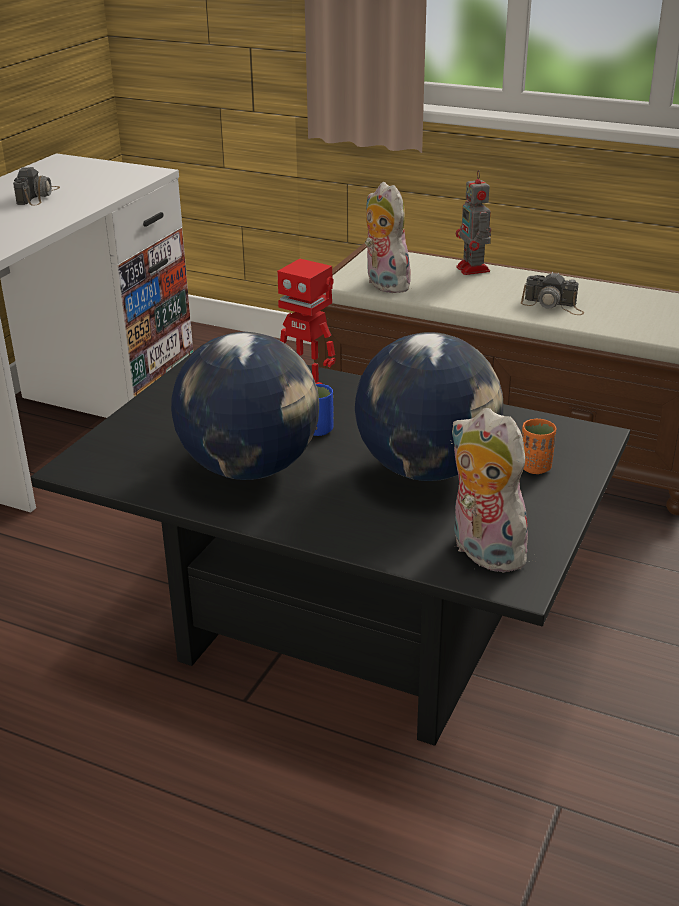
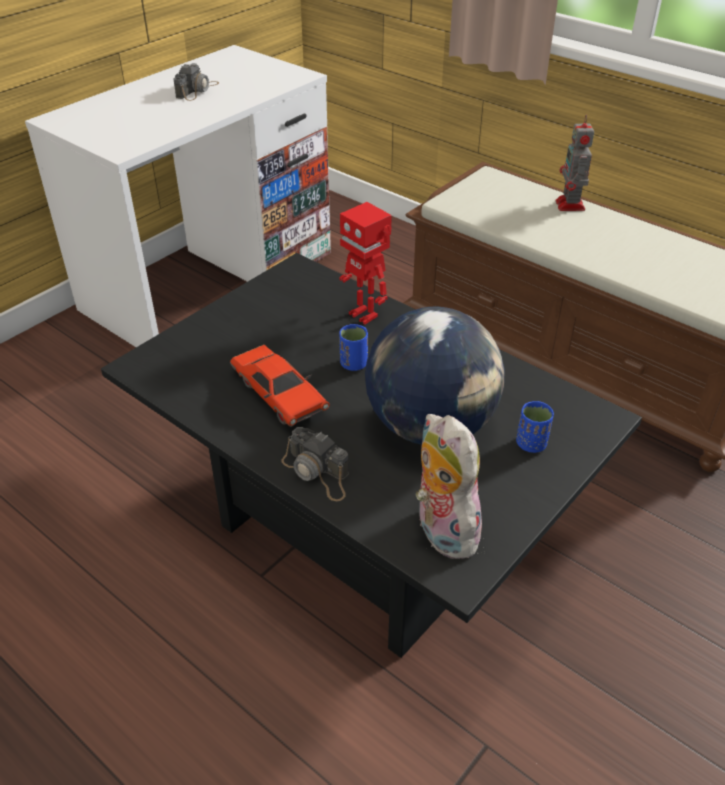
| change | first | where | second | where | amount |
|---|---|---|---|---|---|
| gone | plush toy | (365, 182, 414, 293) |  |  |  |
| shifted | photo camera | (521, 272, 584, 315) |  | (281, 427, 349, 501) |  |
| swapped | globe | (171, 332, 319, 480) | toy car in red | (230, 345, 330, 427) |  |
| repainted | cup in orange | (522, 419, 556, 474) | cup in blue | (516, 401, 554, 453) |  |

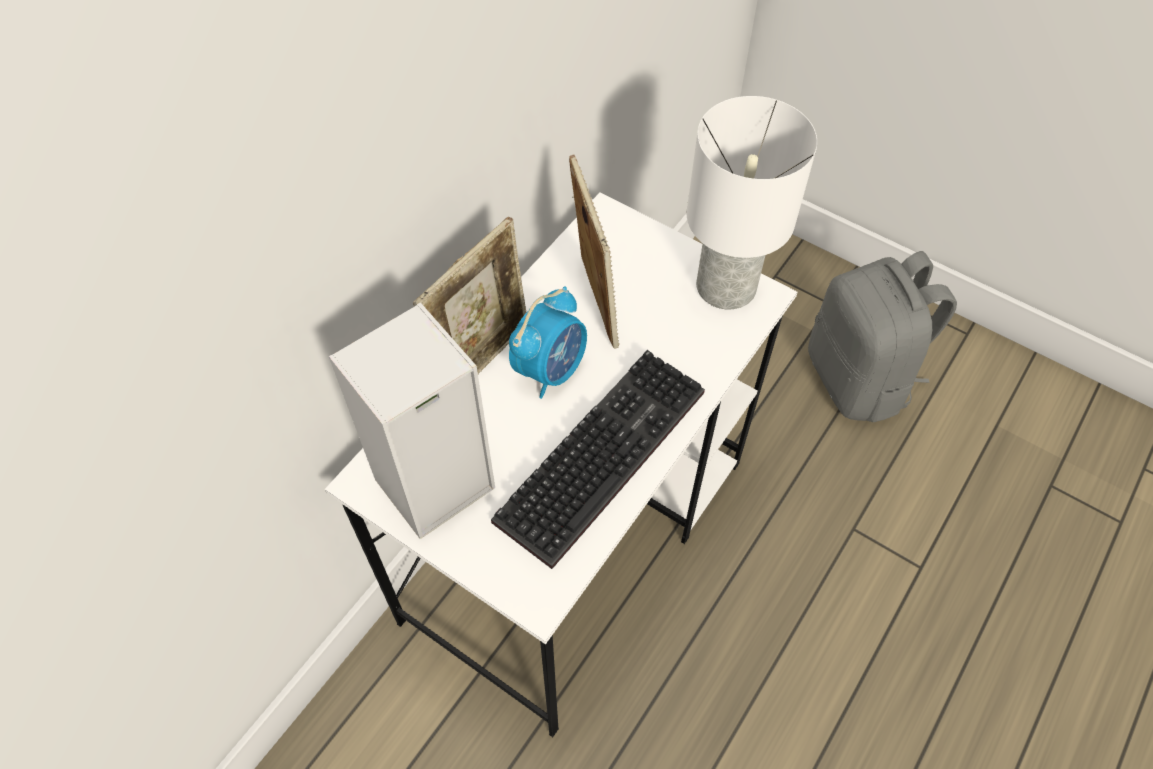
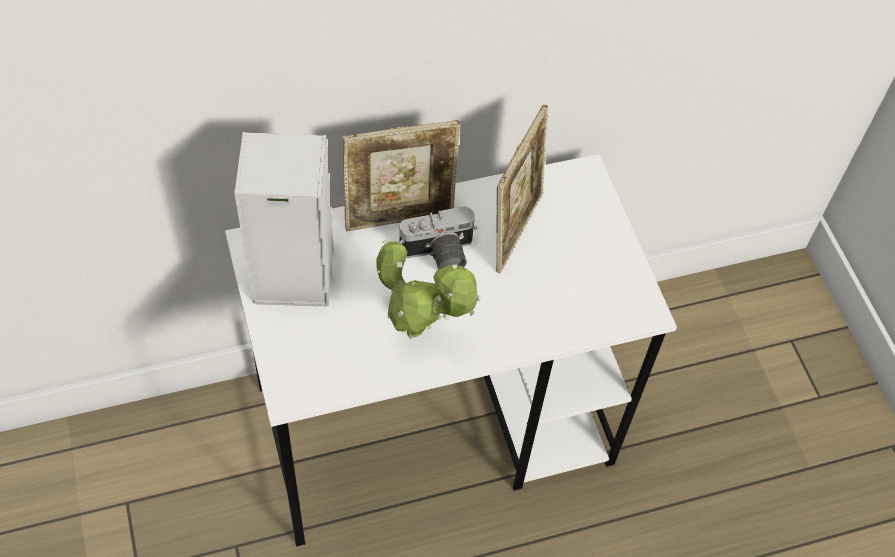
| change | first | where | second | where | amount |
|---|---|---|---|---|---|
| gone | table lamp in white | (687, 96, 817, 309) |  |  |  |
| gone | backpack in grey | (808, 251, 957, 422) |  |  |  |
| swapped | keyboard | (491, 350, 705, 569) | potted plant | (376, 239, 481, 339) |  |
| swapped | alarm clock | (509, 287, 587, 399) | photo camera | (399, 206, 477, 270) |  |

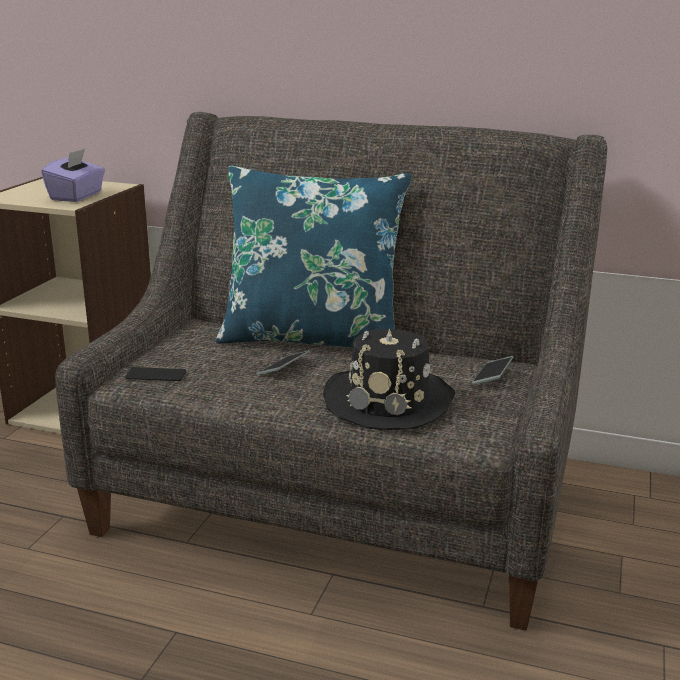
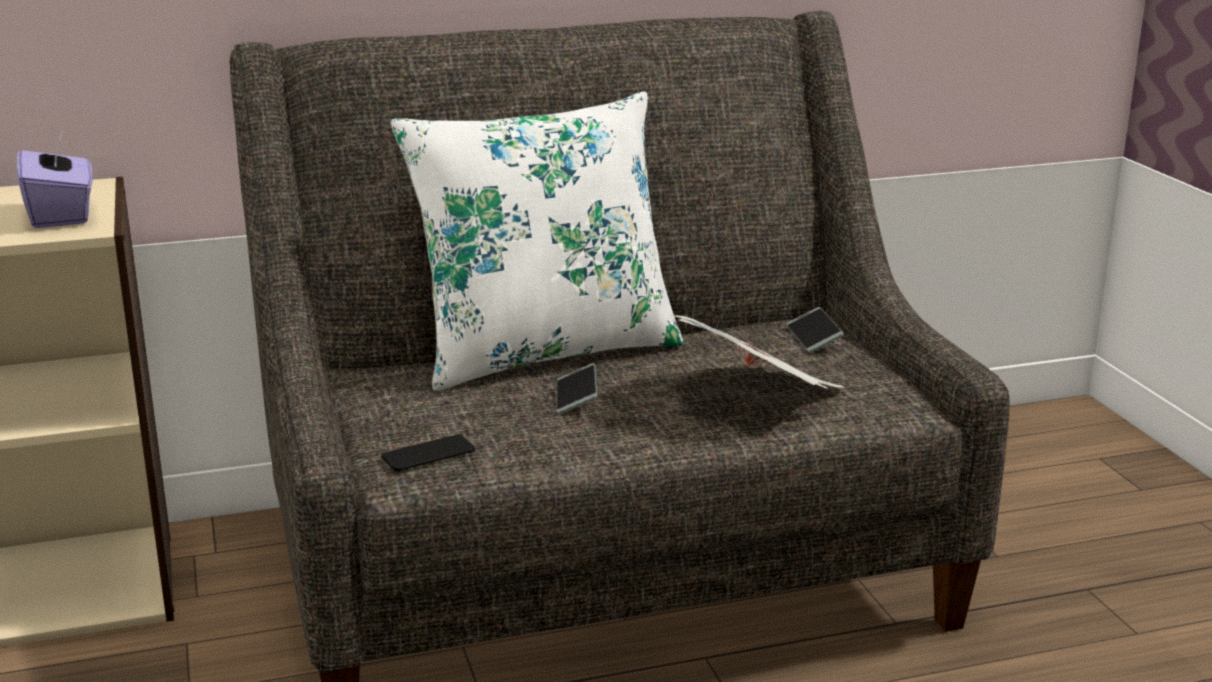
| change | first | where | second | where | amount |
|---|---|---|---|---|---|
| swapped | hat in black | (323, 329, 455, 430) | newspaper | (672, 315, 844, 389) |  |
| repainted | pillow in blue | (216, 166, 412, 348) | pillow in white | (391, 92, 684, 391) |  |

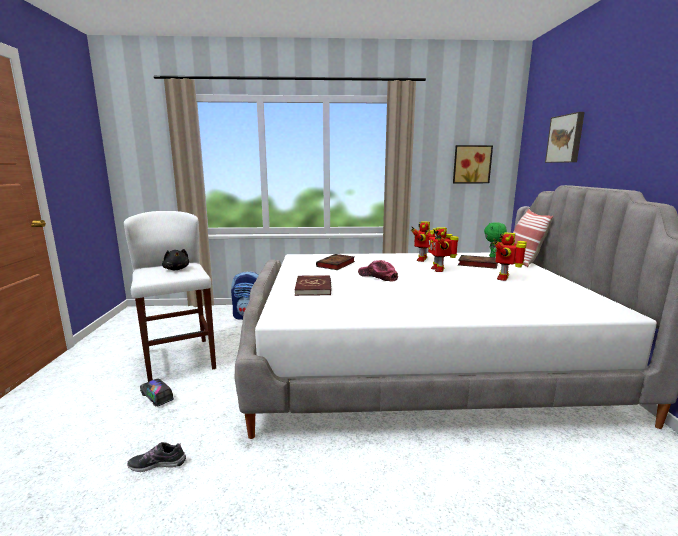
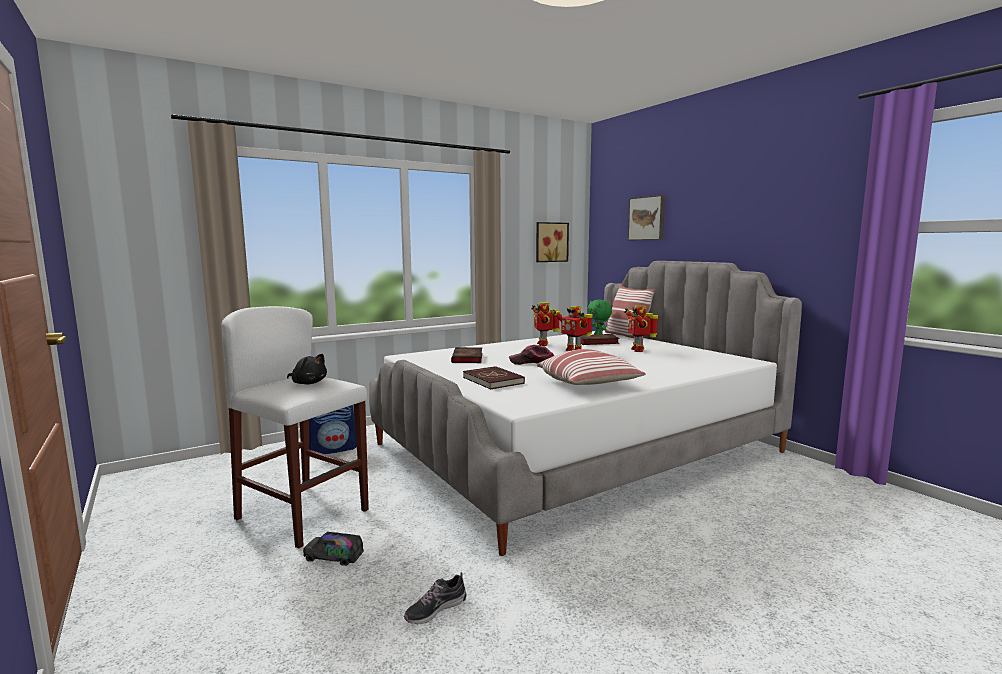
| change | first | where | second | where | amount |
|---|---|---|---|---|---|
| new |  |  | pillow | (537, 349, 646, 385) |  |

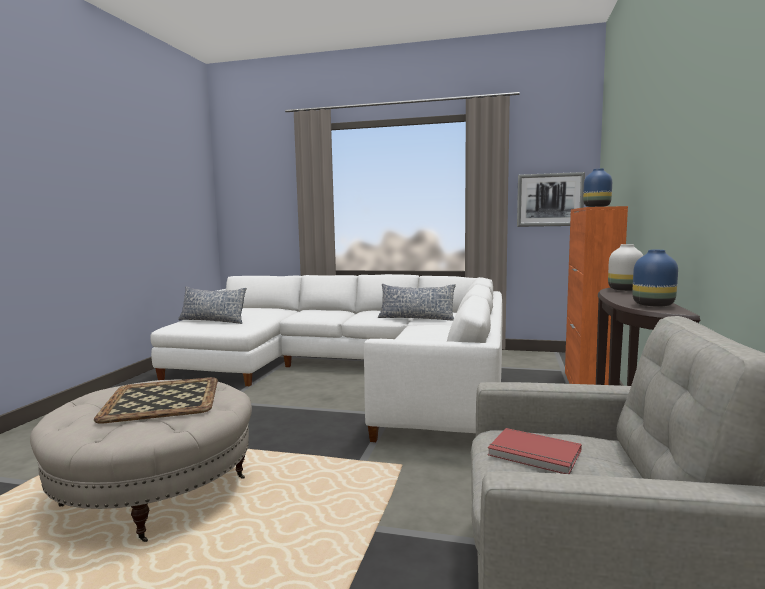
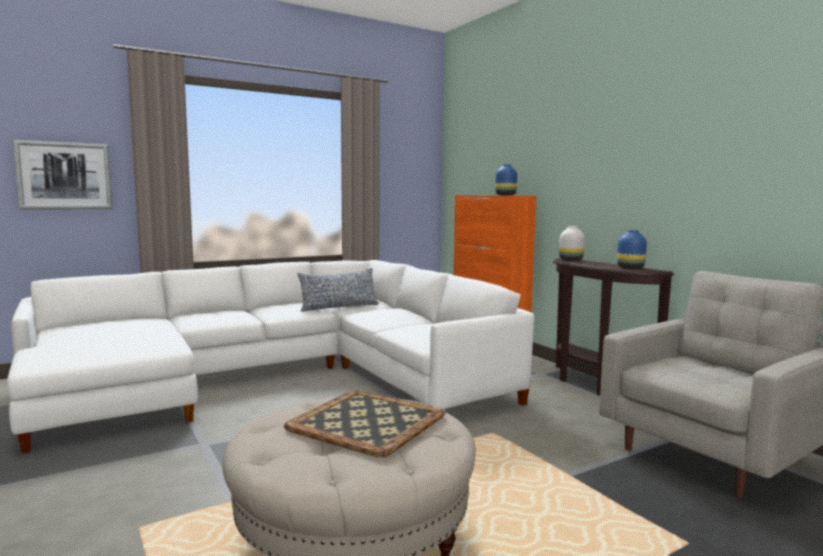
| change | first | where | second | where | amount |
|---|---|---|---|---|---|
| gone | pillow | (178, 286, 247, 324) |  |  |  |
| gone | book in red | (488, 428, 582, 474) |  |  |  |
| shifted | picture | (517, 172, 585, 227) |  | (13, 140, 113, 210) |  |

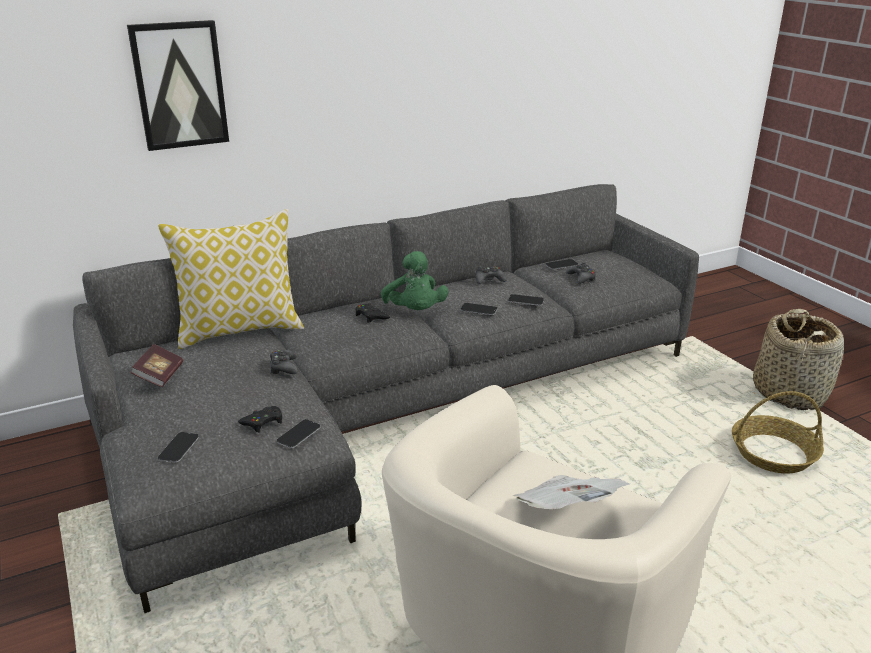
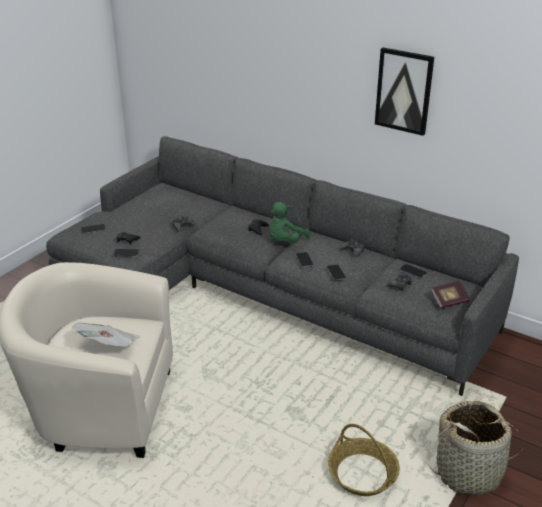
| change | first | where | second | where | amount |
|---|---|---|---|---|---|
| gone | pillow | (158, 209, 304, 349) |  |  |  |
| shifted | picture | (127, 20, 229, 151) |  | (375, 47, 434, 136) |  |
| shifted | book | (131, 344, 183, 387) |  | (431, 281, 470, 309) |  |

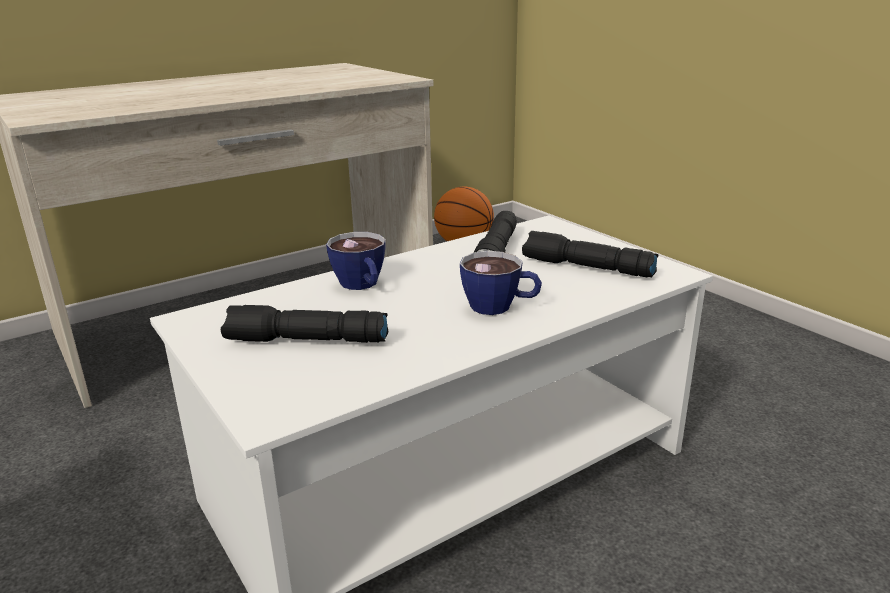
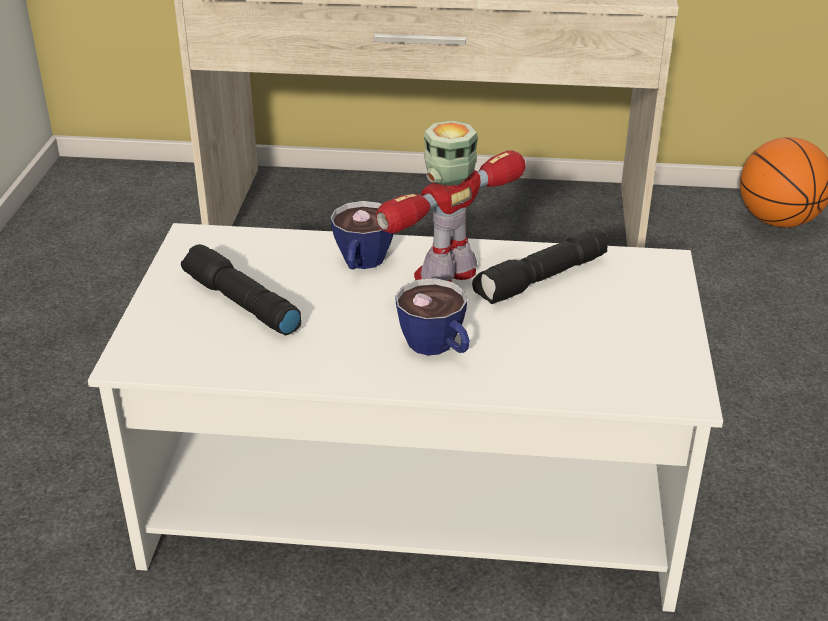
| change | first | where | second | where | amount |
|---|---|---|---|---|---|
| gone | flashlight in black | (522, 231, 658, 277) |  |  |  |
| new |  |  | toy robot | (376, 121, 526, 282) |  |

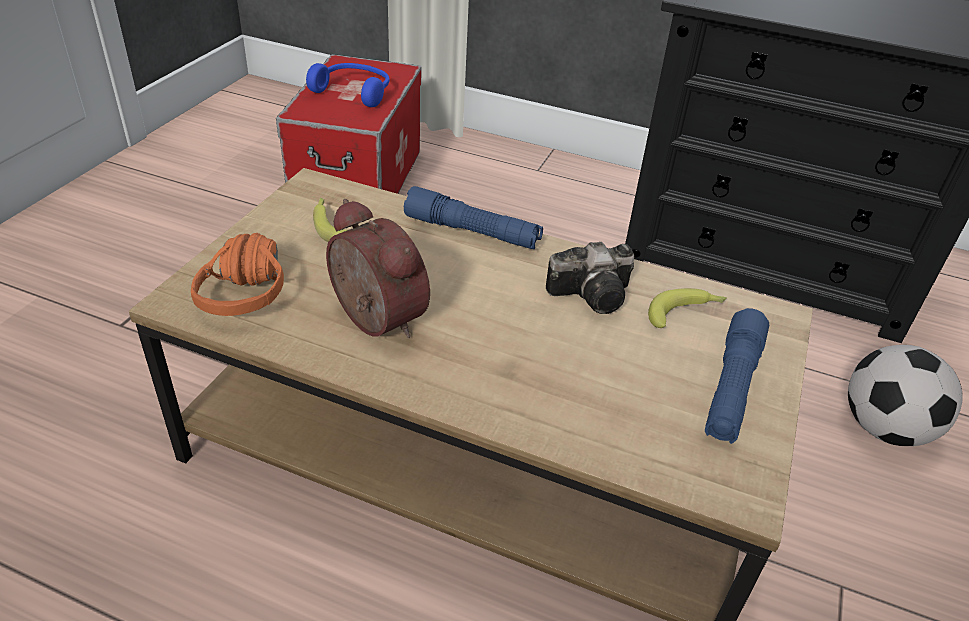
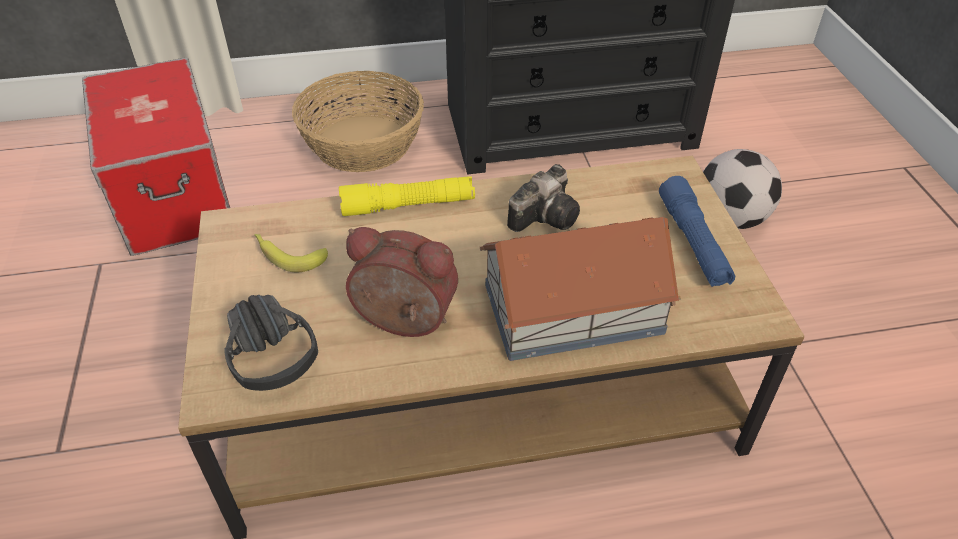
| change | first | where | second | where | amount |
|---|---|---|---|---|---|
| gone | headphones in blue | (306, 63, 389, 107) |  |  |  |
| gone | banana | (648, 288, 727, 328) |  |  |  |
| new |  |  | basket | (292, 71, 424, 172) |  |
| new |  |  | toy house | (480, 217, 681, 361) |  |
| repainted | headphones in orange | (191, 233, 284, 316) | headphones in black | (224, 295, 318, 391) |  |
| repainted | flashlight in blue | (404, 186, 543, 249) | flashlight in yellow | (339, 176, 475, 216) |  |

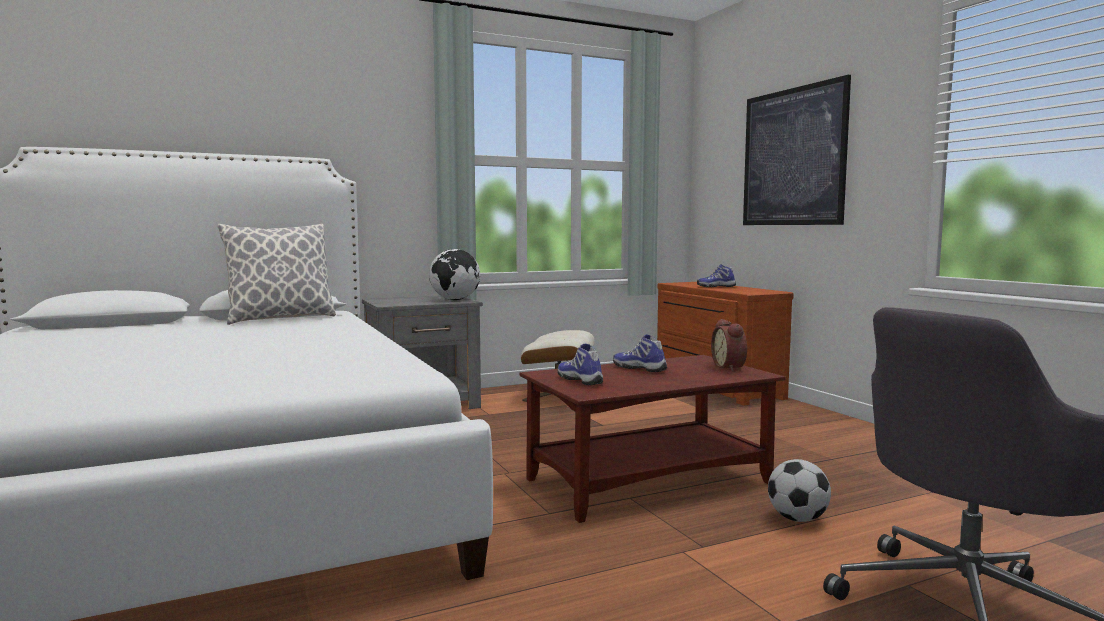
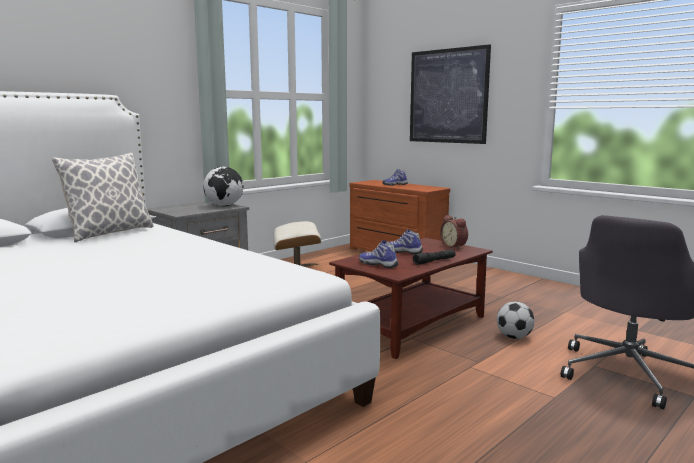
| change | first | where | second | where | amount |
|---|---|---|---|---|---|
| new |  |  | flashlight in black | (413, 250, 456, 265) |  |

